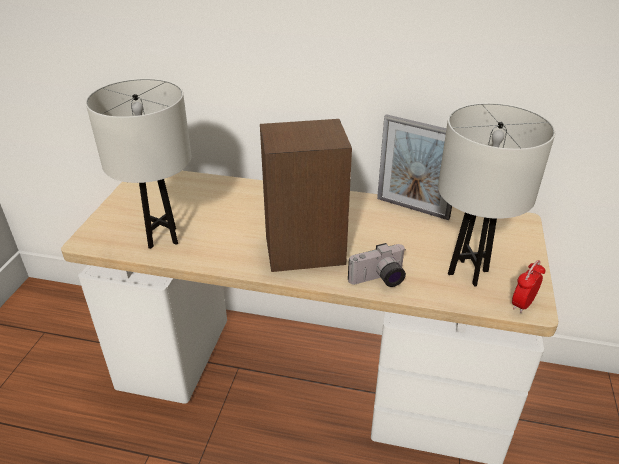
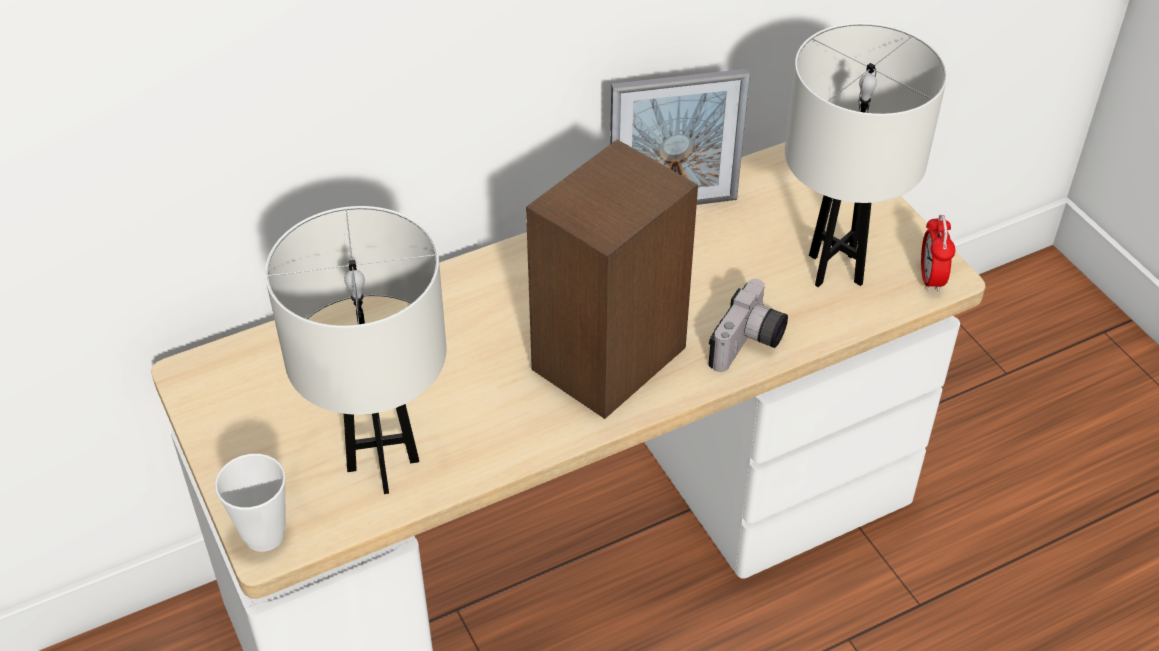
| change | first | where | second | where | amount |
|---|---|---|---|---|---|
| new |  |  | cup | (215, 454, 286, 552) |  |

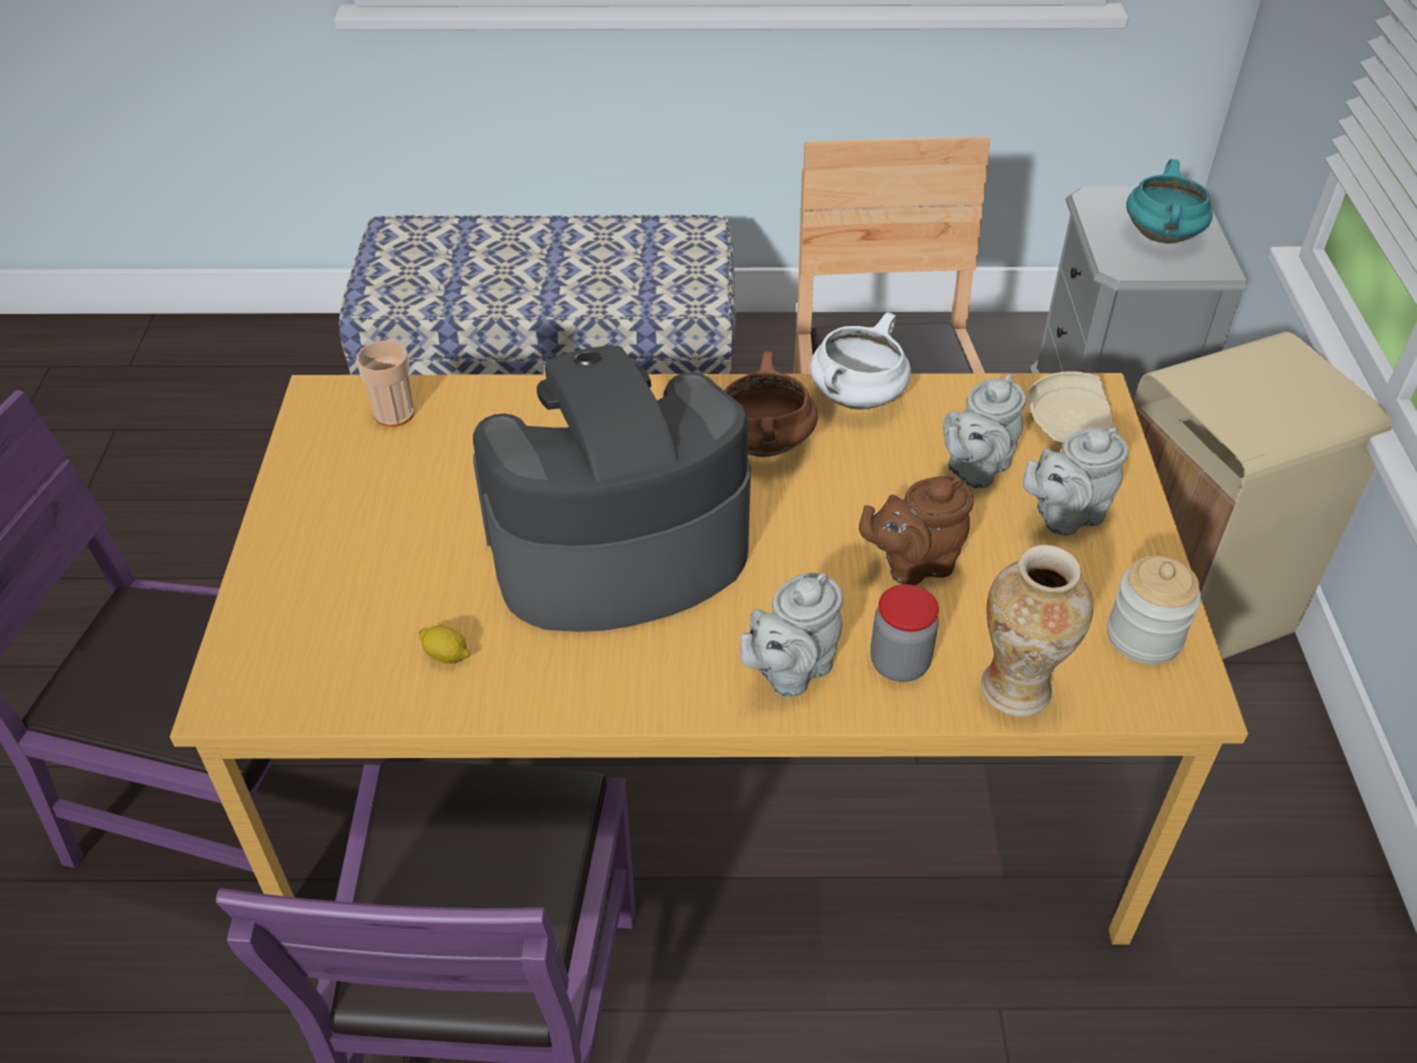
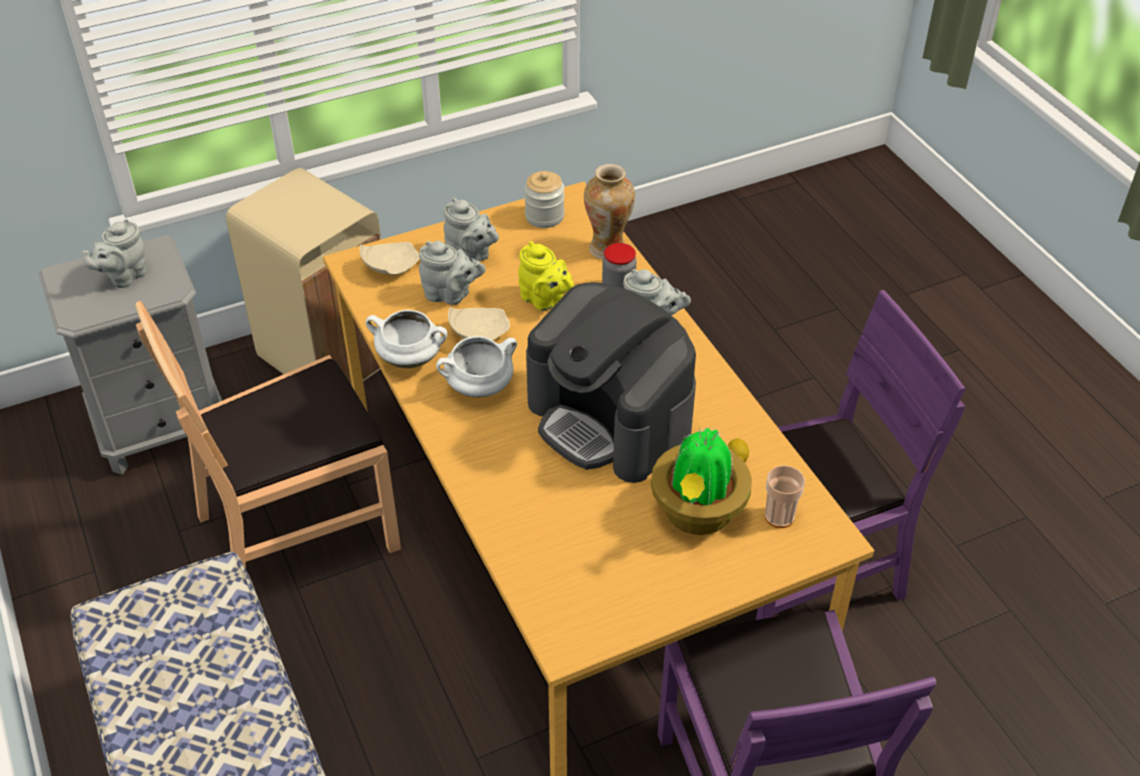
| change | first | where | second | where | amount |
|---|---|---|---|---|---|
| new |  |  | plate in beige | (448, 307, 510, 340) |  |
| new |  |  | potted plant | (651, 426, 752, 535) |  |
| shifted | cup | (356, 340, 414, 427) |  | (765, 465, 805, 528) |  |
| swapped | cooking pot in turquoise | (1126, 159, 1213, 243) | teapot in grey | (82, 219, 147, 288) |  |
| repainted | cooking pot in brown | (725, 351, 818, 457) | cooking pot in white | (436, 336, 517, 397) |  |
| repainted | teapot in brown | (859, 476, 974, 585) | teapot in yellow | (518, 241, 574, 311) |  |

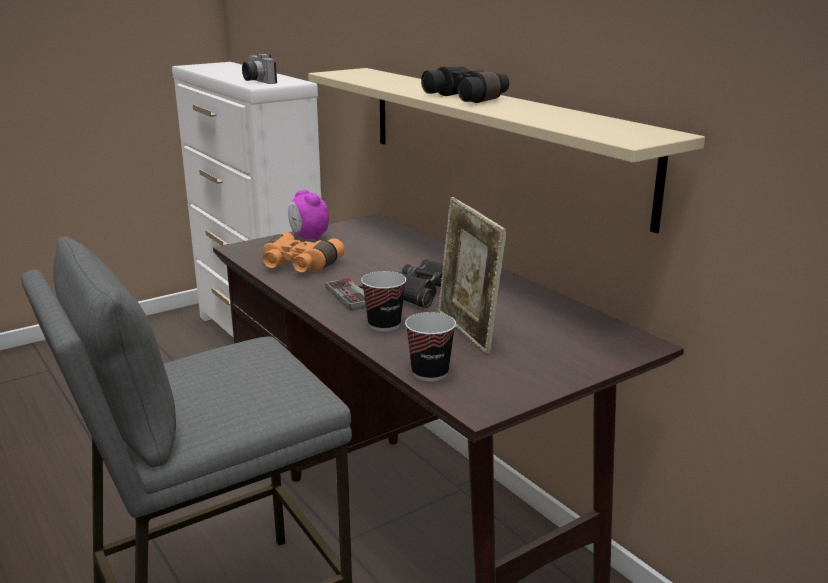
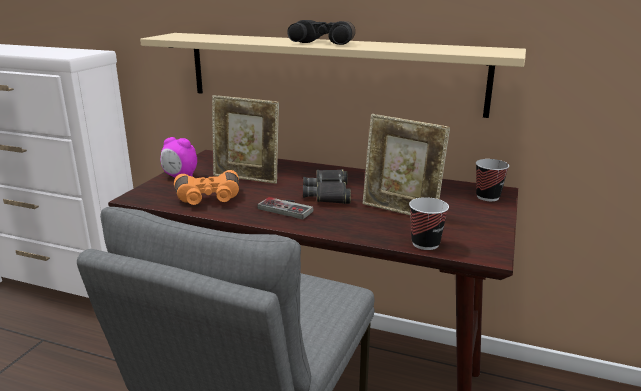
| change | first | where | second | where | amount |
|---|---|---|---|---|---|
| gone | photo camera | (242, 54, 277, 84) |  |  |  |
| new |  |  | picture frame | (212, 95, 279, 184) |  |
| shifted | cup | (361, 271, 406, 331) |  | (476, 159, 509, 201) |  |

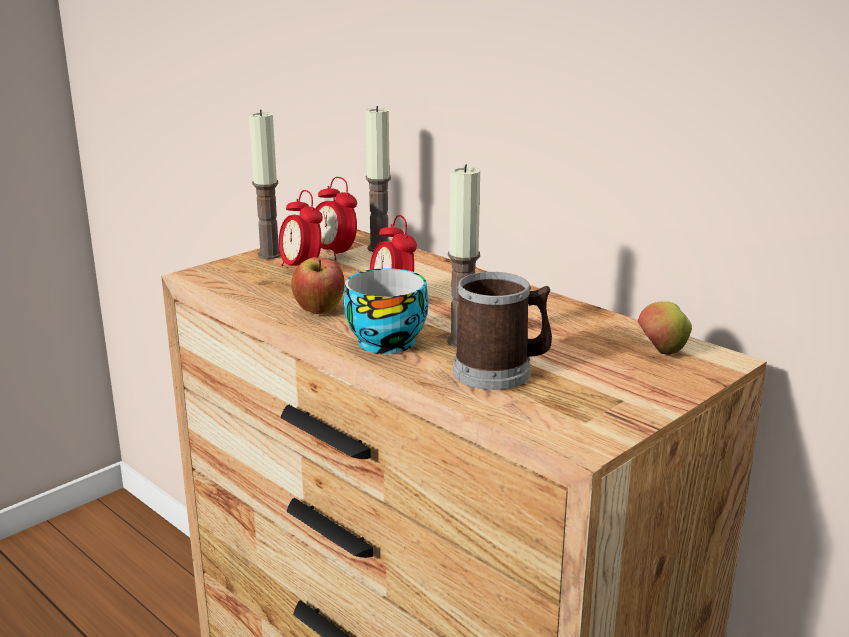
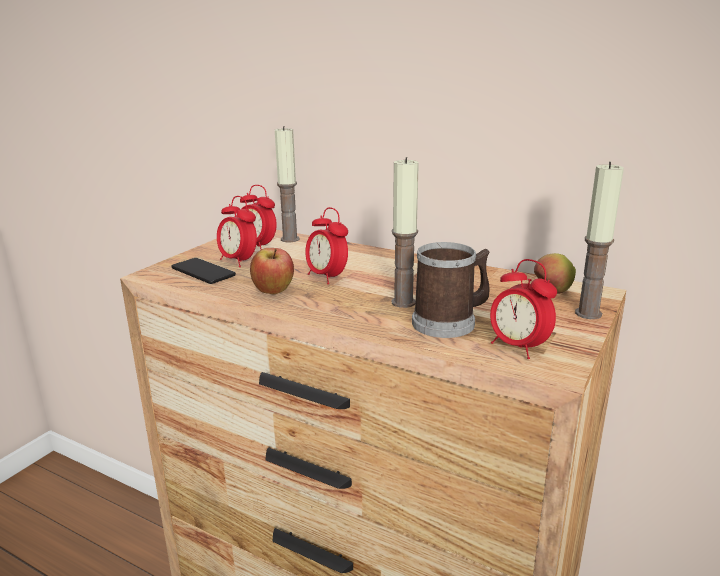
| change | first | where | second | where | amount |
|---|---|---|---|---|---|
| gone | cup | (344, 268, 428, 354) |  |  |  |
| new |  |  | phone | (171, 258, 236, 284) |  |
| new |  |  | alarm clock | (490, 259, 557, 359) |  |
| shifted | candle | (249, 110, 281, 259) |  | (575, 162, 624, 319) |  |

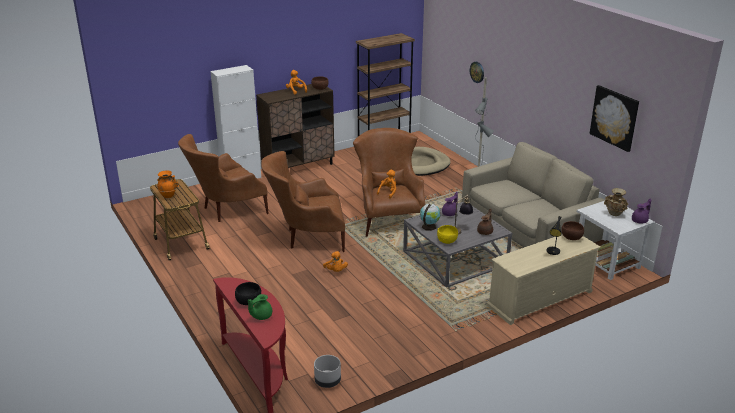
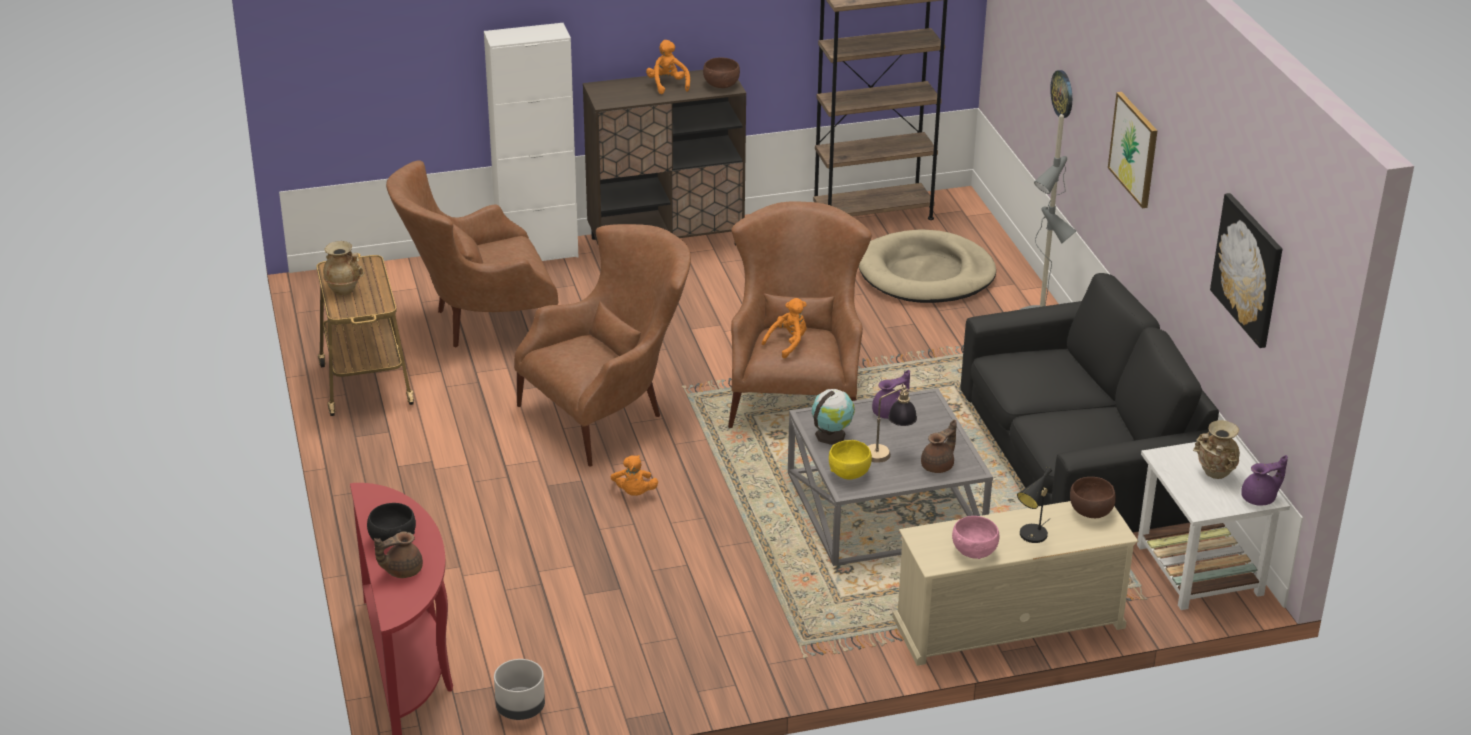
| change | first | where | second | where | amount |
|---|---|---|---|---|---|
| new |  |  | bowl in pink | (952, 516, 999, 559) |  |
| new |  |  | picture | (1108, 92, 1158, 208) |  |
| repainted | vase in orange | (157, 170, 179, 198) | vase in beige | (323, 241, 364, 295) |  |
| repainted | teapot in green | (248, 294, 272, 320) | teapot in brown | (374, 531, 423, 578) |  |
| repainted | sofa in beige | (462, 142, 605, 247) | sofa in black | (961, 273, 1219, 532) |  |
| rotated | armchair in brown | (261, 151, 345, 252) |  | (514, 224, 691, 466) | 135 degrees clockwise |

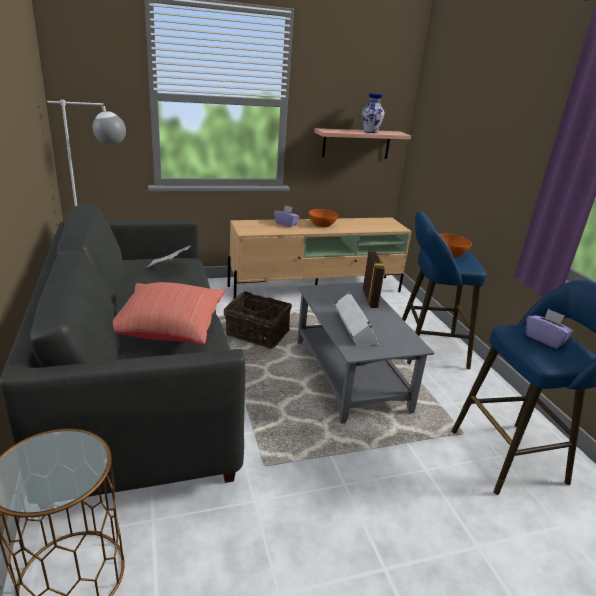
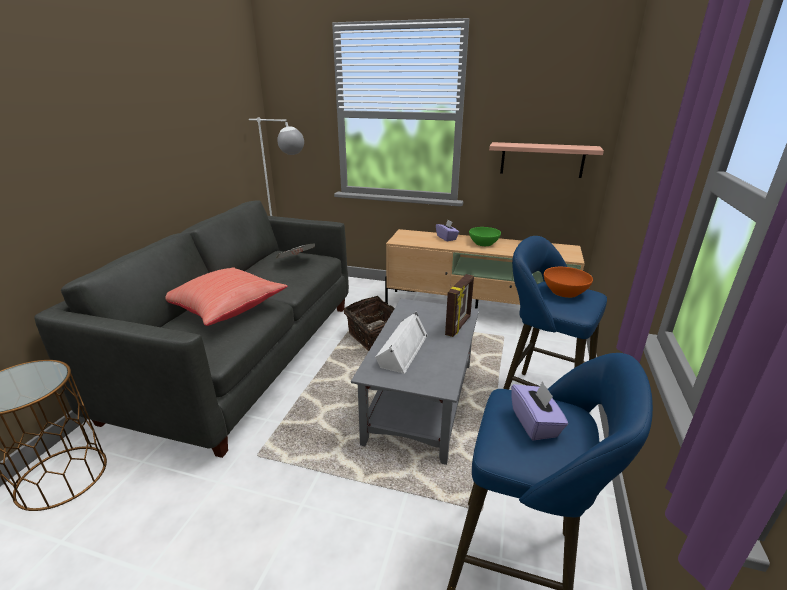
| change | first | where | second | where | amount |
|---|---|---|---|---|---|
| gone | vase | (362, 93, 385, 133) |  |  |  |
| repainted | bowl in orange | (309, 209, 338, 227) | bowl in green | (469, 227, 501, 246) |  |

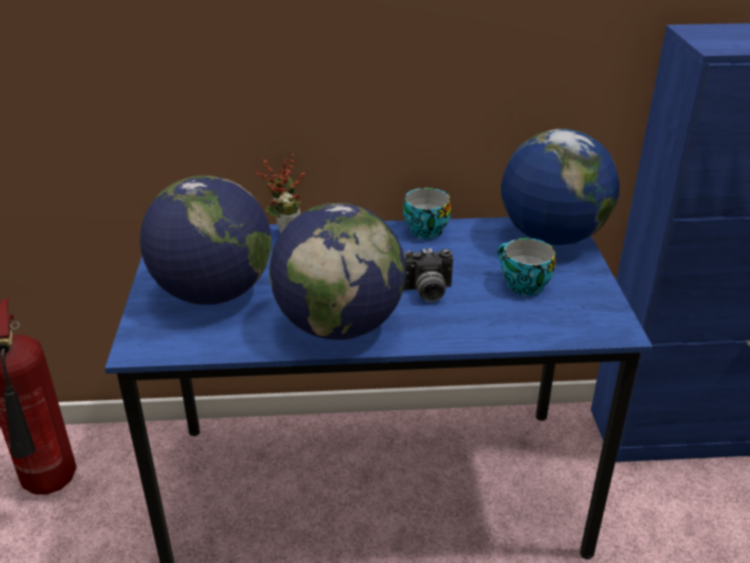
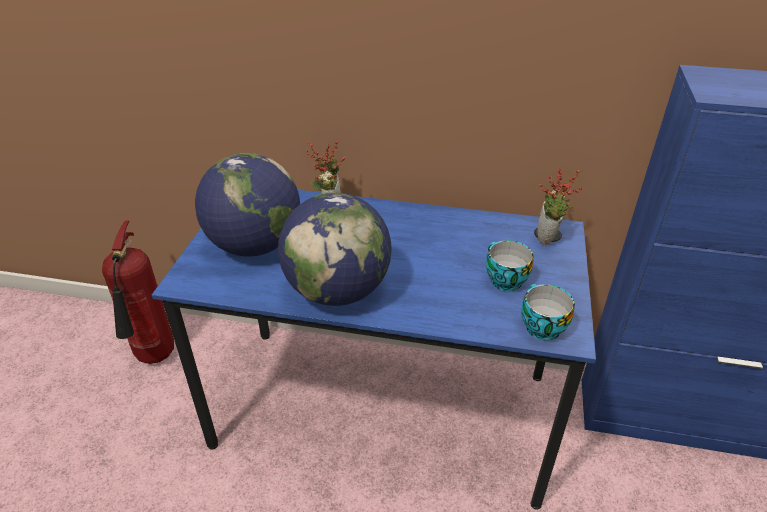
| change | first | where | second | where | amount |
|---|---|---|---|---|---|
| gone | photo camera | (403, 248, 453, 302) |  |  |  |
| shifted | cup | (403, 188, 451, 239) |  | (521, 284, 575, 341) |  |
| swapped | globe | (501, 129, 620, 245) | potted plant | (538, 169, 583, 245) |  |

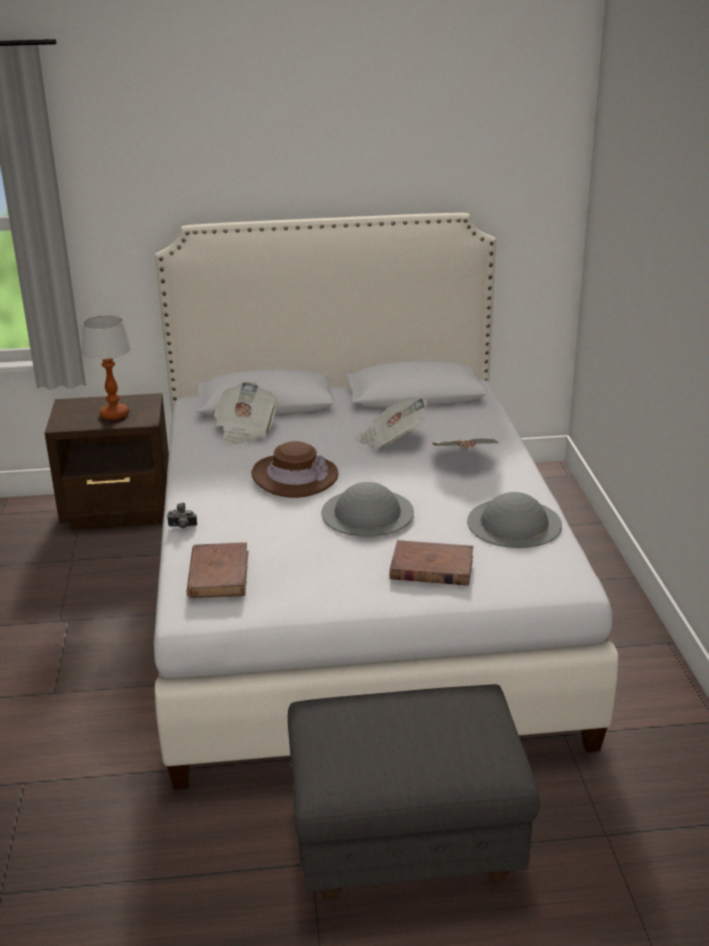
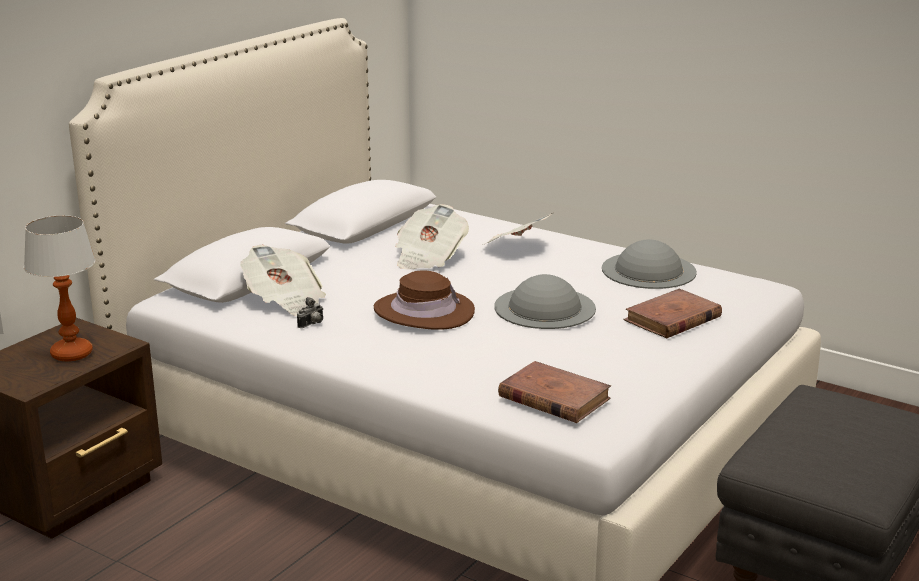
| change | first | where | second | where | amount |
|---|---|---|---|---|---|
| shifted | photo camera | (167, 502, 197, 528) |  | (297, 297, 323, 328) |  |

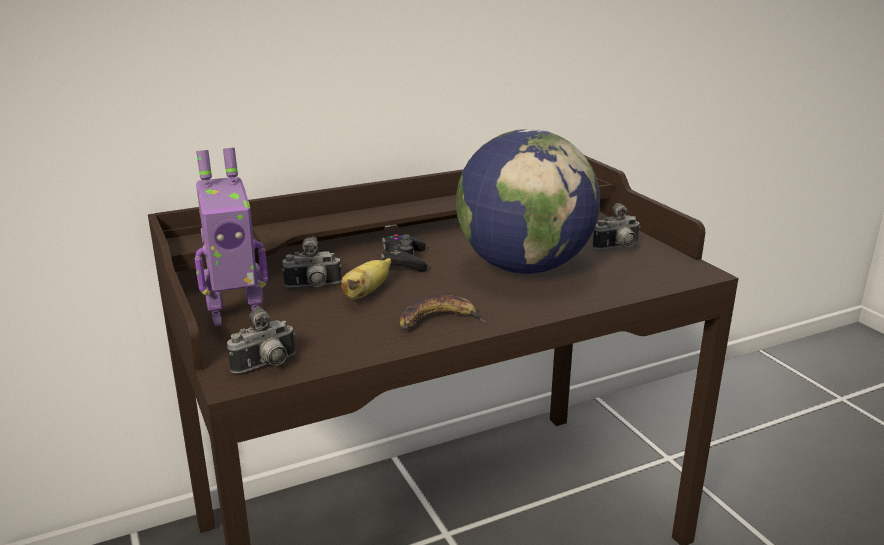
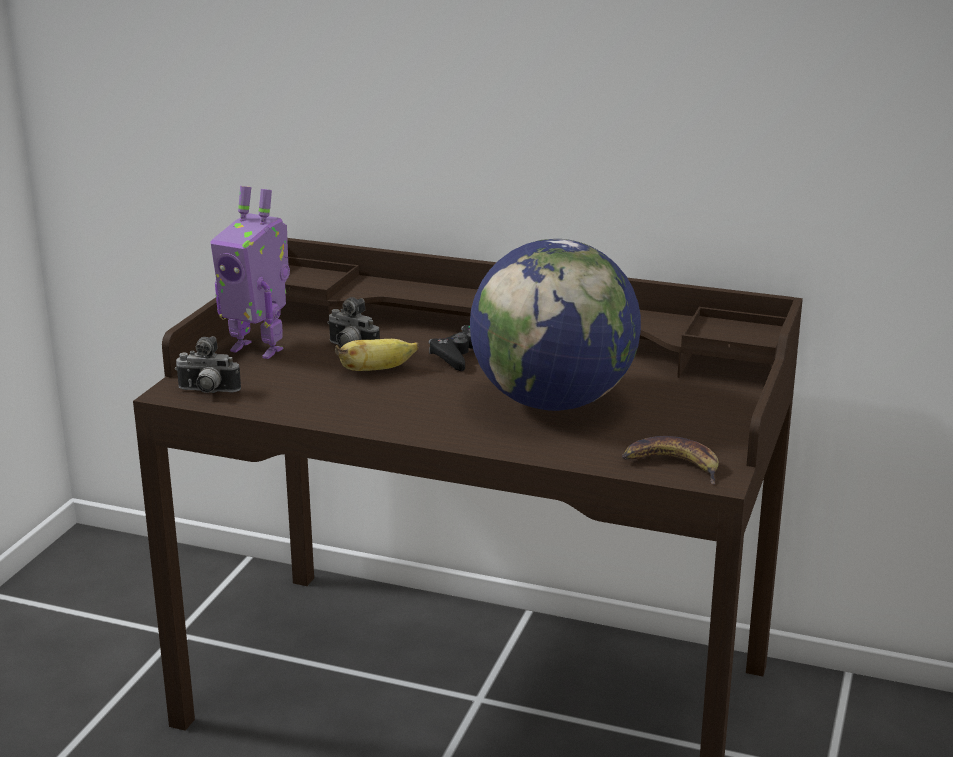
| change | first | where | second | where | amount |
|---|---|---|---|---|---|
| gone | photo camera | (592, 203, 641, 250) |  |  |  |
| shifted | banana | (400, 295, 487, 330) |  | (622, 436, 719, 484) |  |

